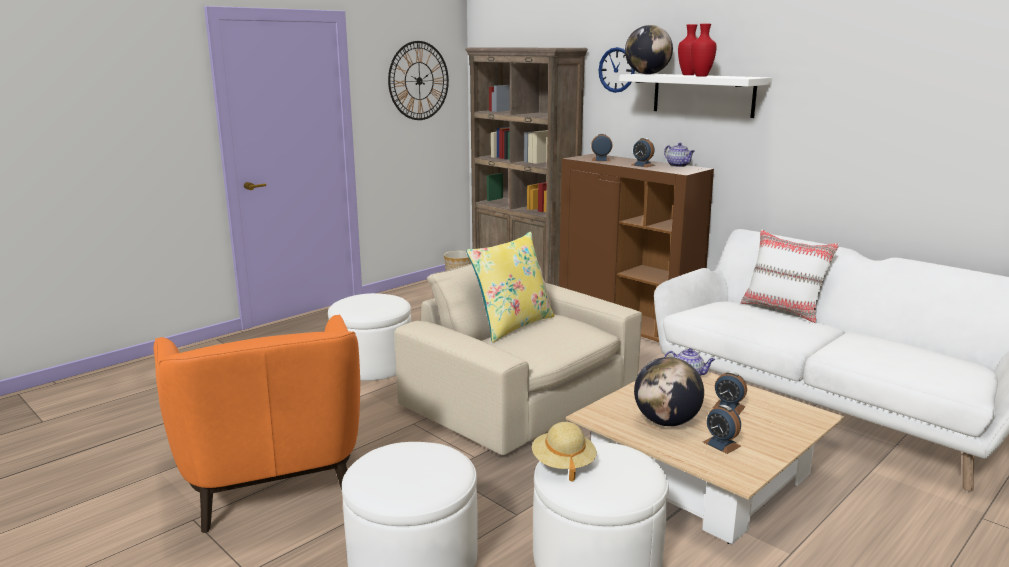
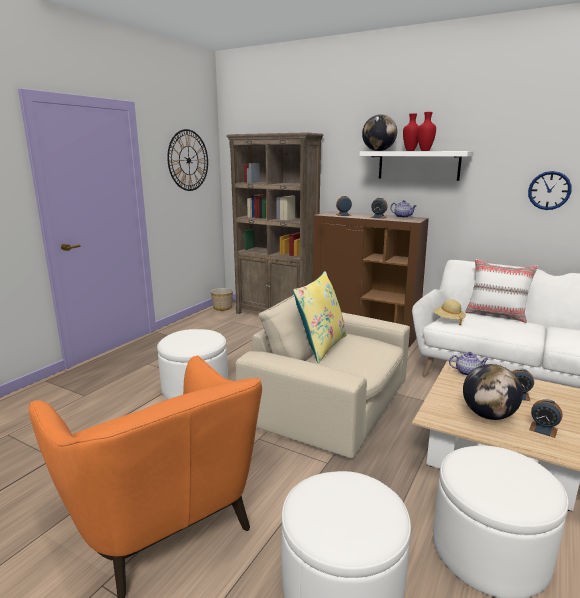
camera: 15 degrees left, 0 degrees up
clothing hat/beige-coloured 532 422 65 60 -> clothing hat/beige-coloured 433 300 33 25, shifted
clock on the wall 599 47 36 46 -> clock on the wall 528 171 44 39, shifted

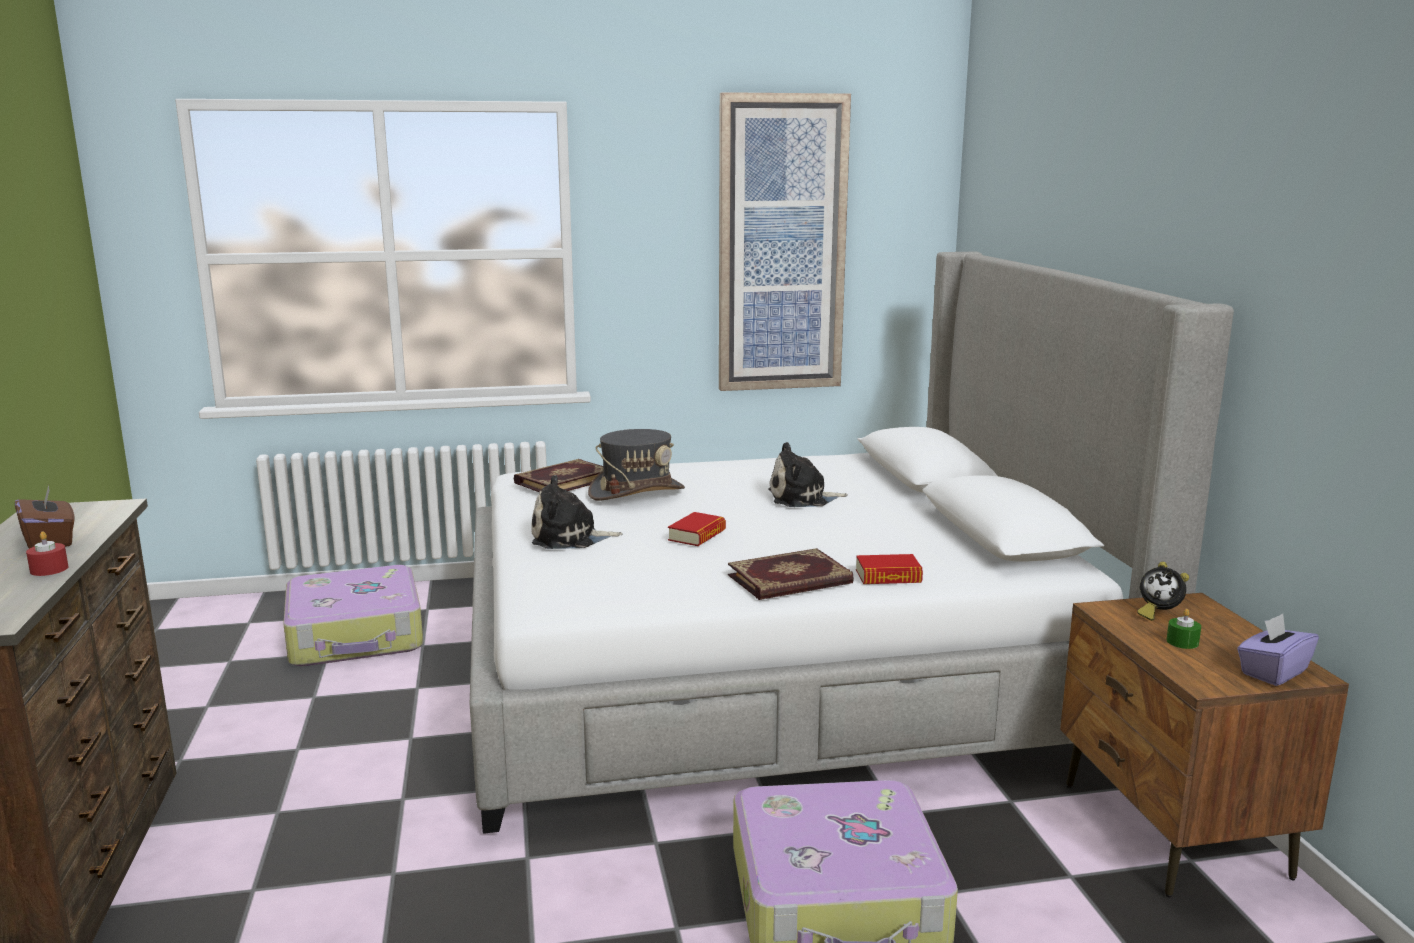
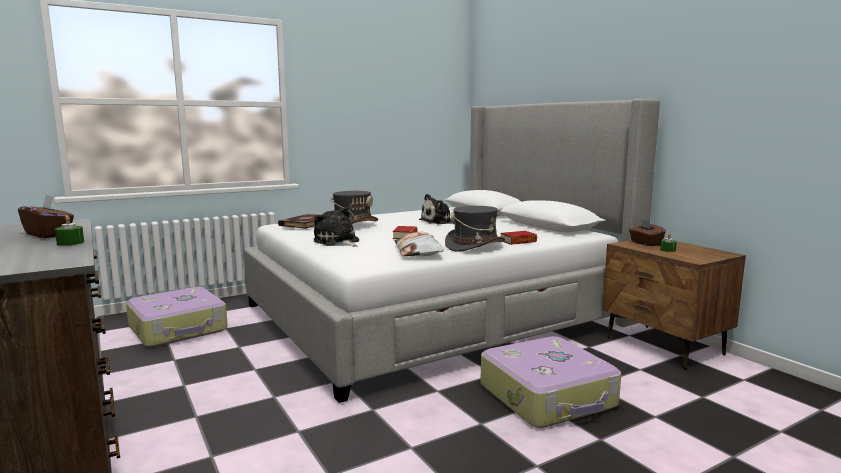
camera: 20 degrees left, 5 degrees down
wax candle/red-coloured 26 532 43 44 -> wax candle/green-coloured 55 215 29 31
plush toy 531 475 92 74 -> plush toy 314 207 45 40, 75 degrees clockwise
picture 719 92 132 299 -> none
volume 728 548 126 52 -> clothing hat/greyish 445 206 60 46
bedside clock 1137 562 52 59 -> tissue box/brown 629 219 37 27
tissue box/purplish 1237 614 82 72 -> none
none -> throw pillow 394 232 50 24

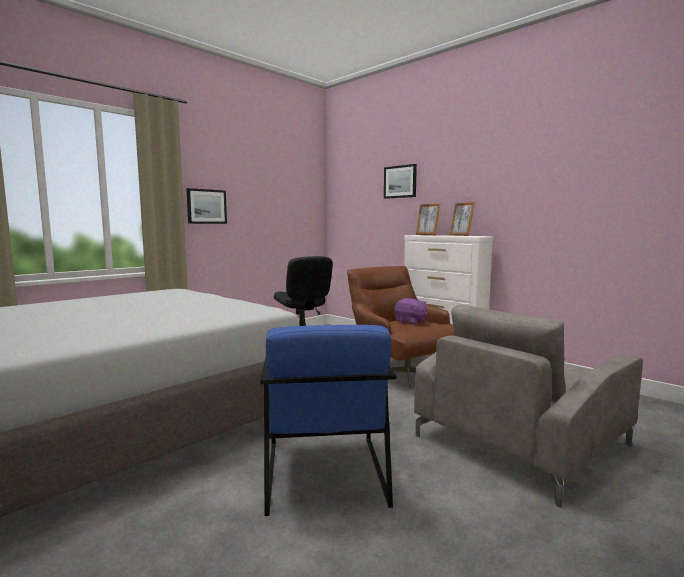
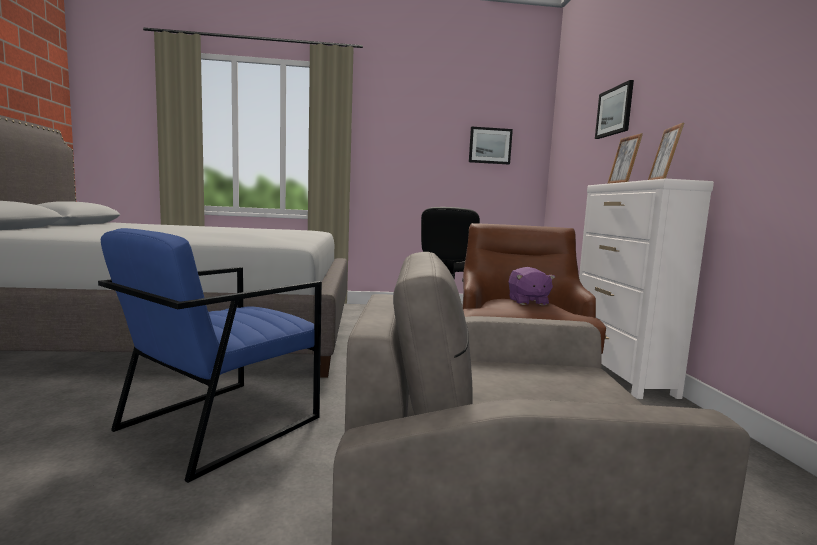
camera: 40 degrees right, 0 degrees up
picture 186 188 41 36 -> picture 469 127 44 38, shifted

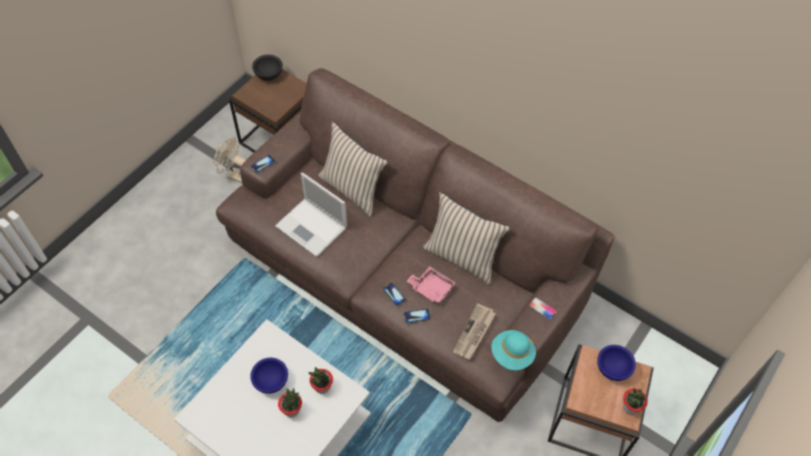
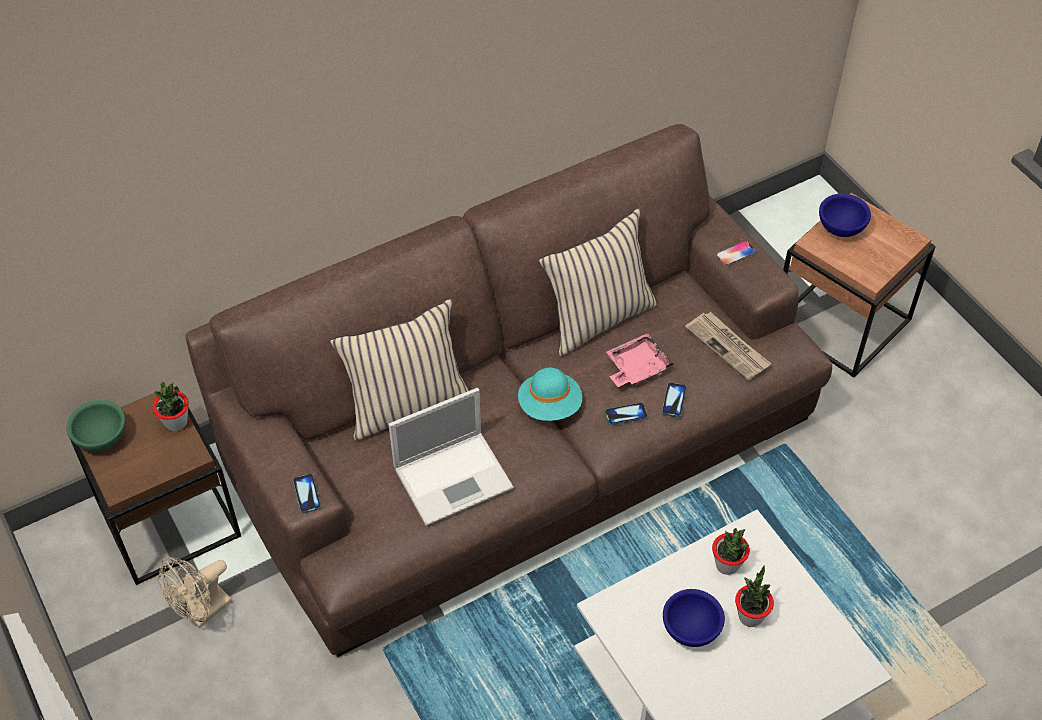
camera: 65 degrees left, 5 degrees down
serving bowl/black 252 54 31 27 -> serving bowl/green-coloured 67 400 59 51
clothing hat/turquoise-coloured 491 330 45 40 -> clothing hat/turquoise-coloured 518 368 64 53, shifted
plant in a pot 623 388 25 27 -> plant in a pot 153 382 36 49, shifted

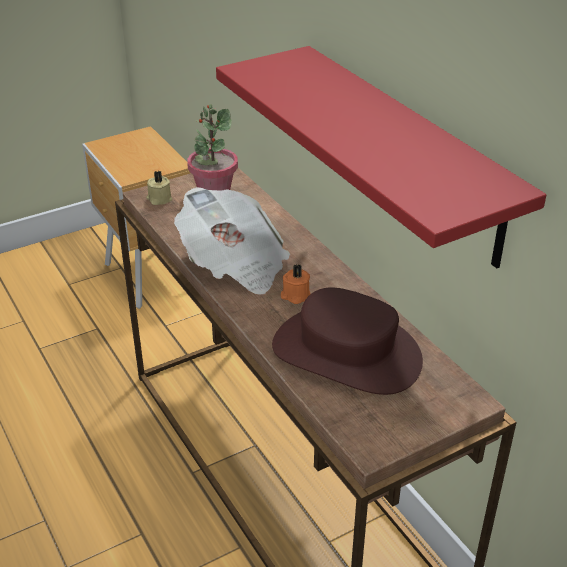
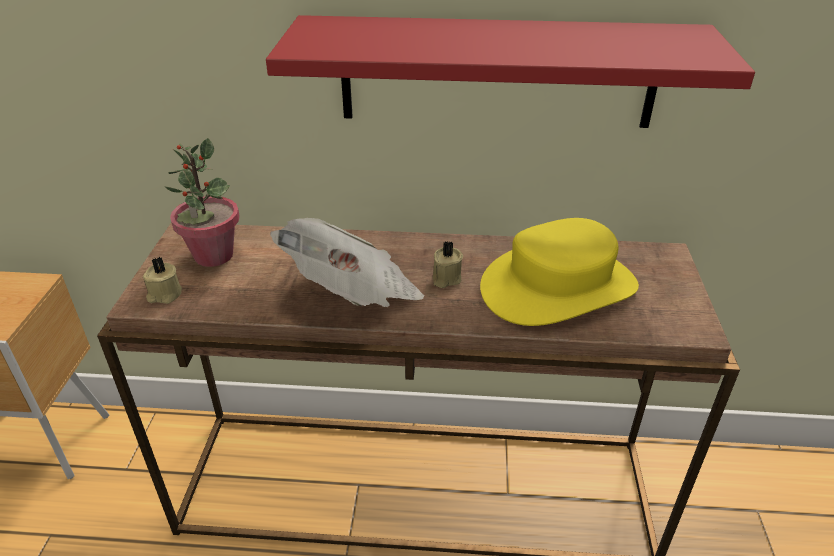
camera: 55 degrees left, 0 degrees up
clothing hat/brown 272 287 151 108 -> clothing hat/yellowish 480 218 159 108
wax candle/orange 281 264 29 40 -> wax candle/beige-coloured 433 241 30 47

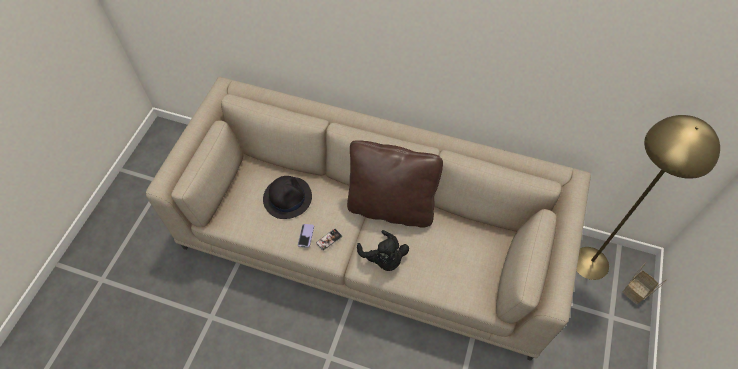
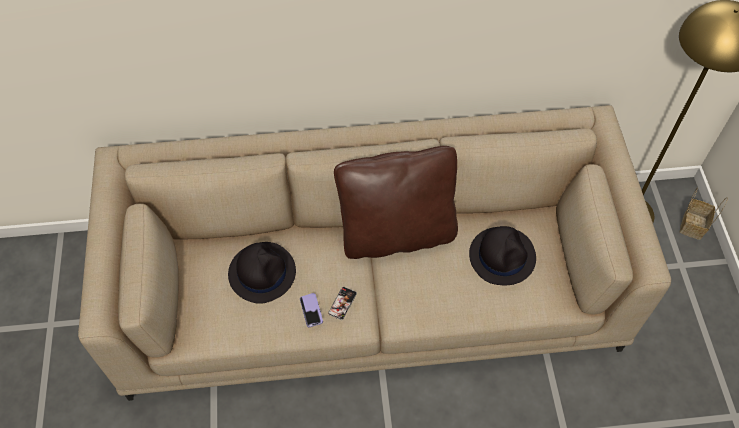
camera: 25 degrees left, 0 degrees up
plush toy/black 357 230 52 41 -> none
none -> clothing hat/black 469 226 67 59

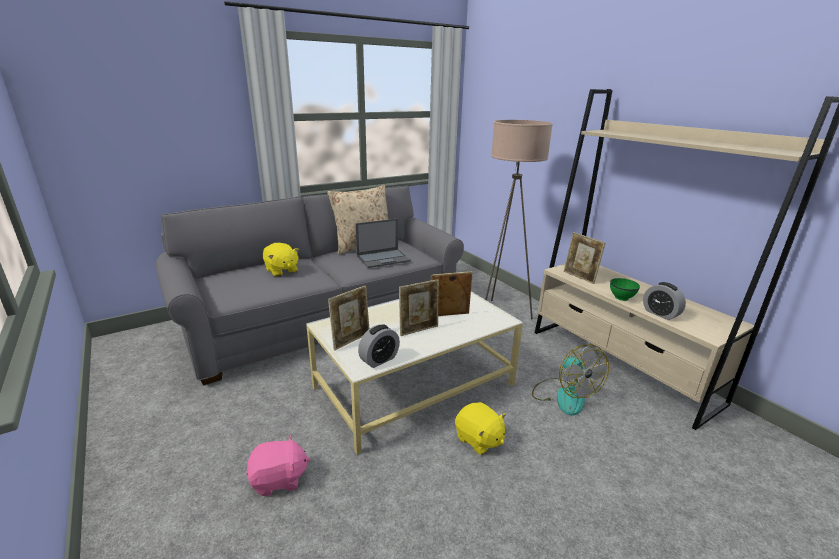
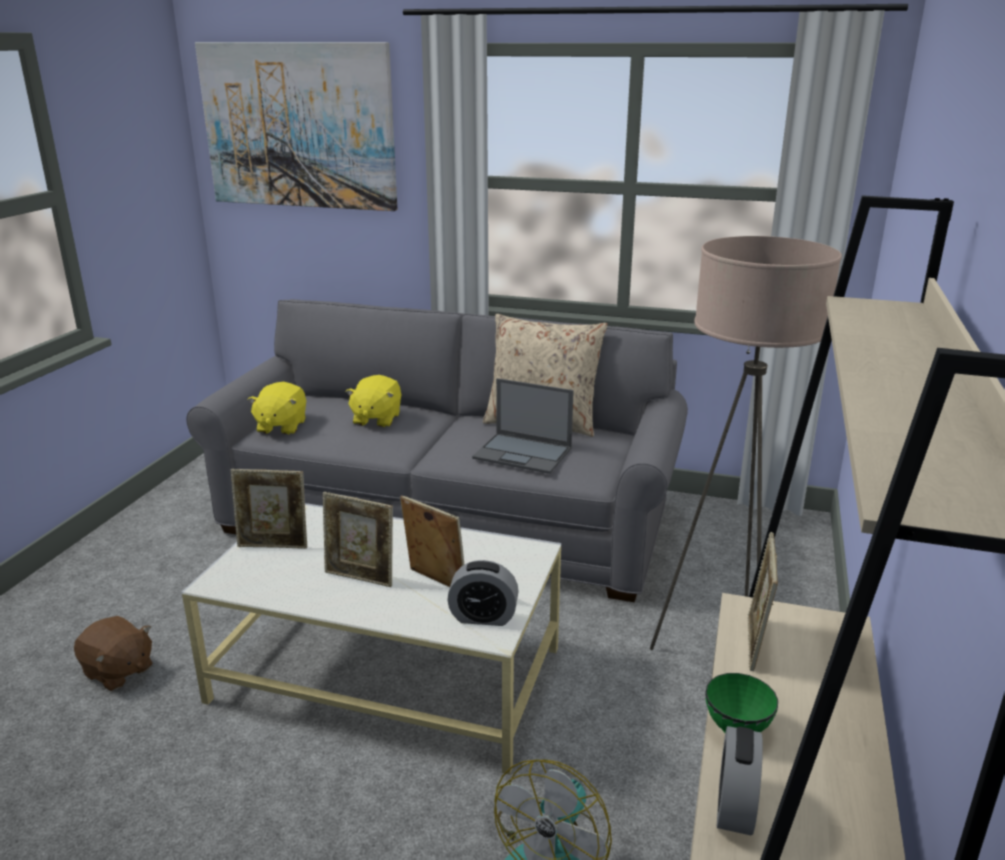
camera: 50 degrees right, 0 degrees up
plush toy/pink-coloured 246 435 64 61 -> plush toy/brown 74 616 79 75
bedside clock 358 324 42 44 -> bedside clock 447 560 72 66, shifted
plush toy/yellowish 455 402 51 53 -> plush toy/yellowish 247 382 59 53, shifted
none -> picture 195 42 202 169

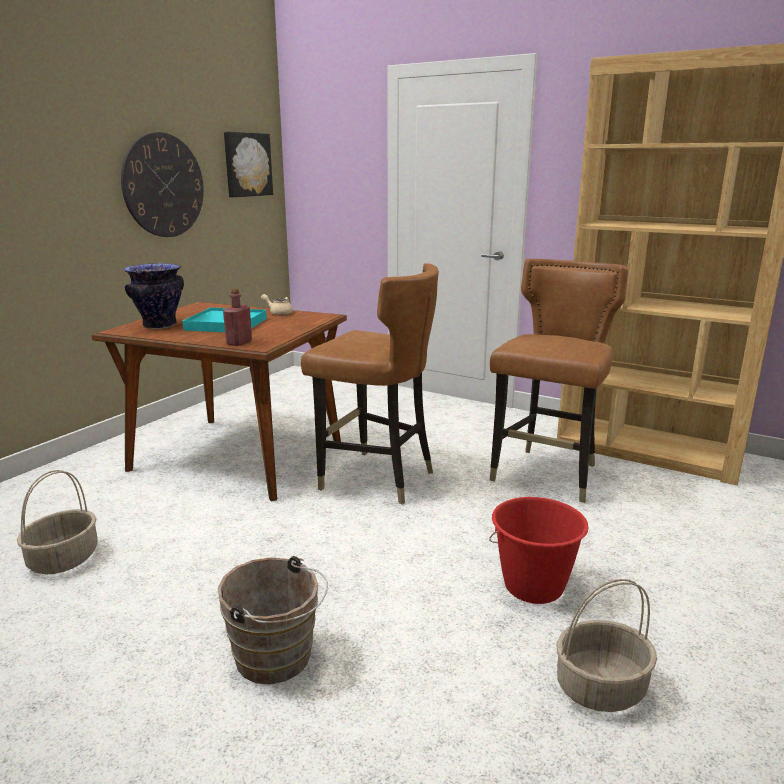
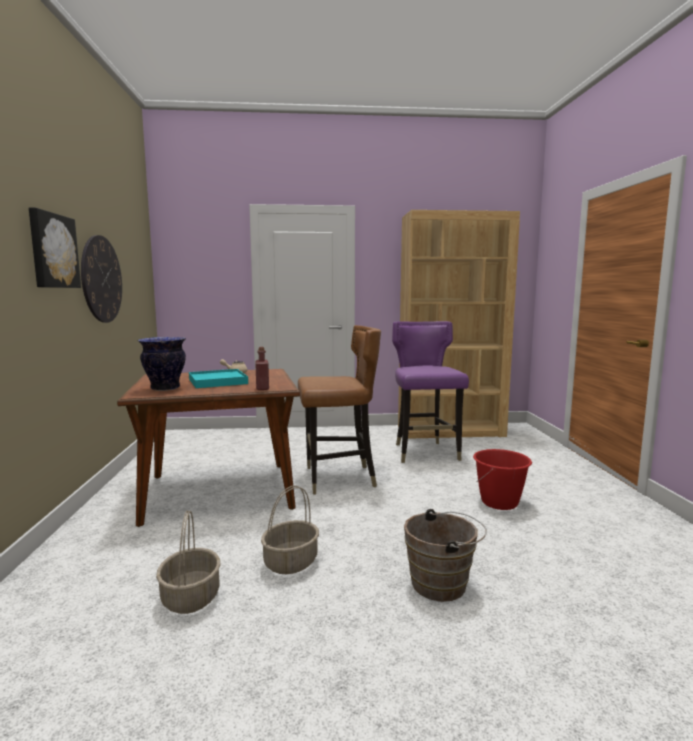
camera: 35 degrees left, 10 degrees down
picture 224 132 49 65 -> picture 29 208 52 80, shifted
plain chair/brown 490 259 138 244 -> plain chair/purplish 392 321 77 142
storage basket 557 579 100 133 -> storage basket 261 485 58 89, shifted

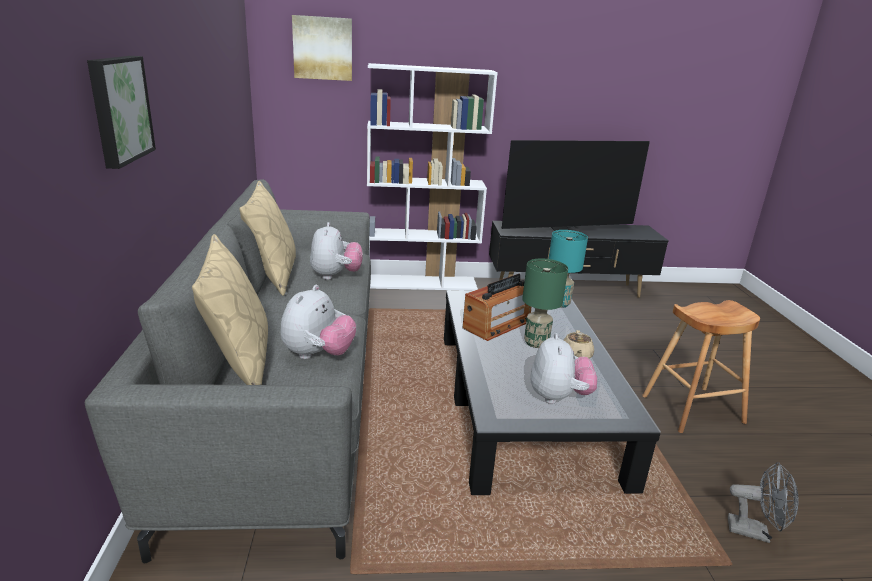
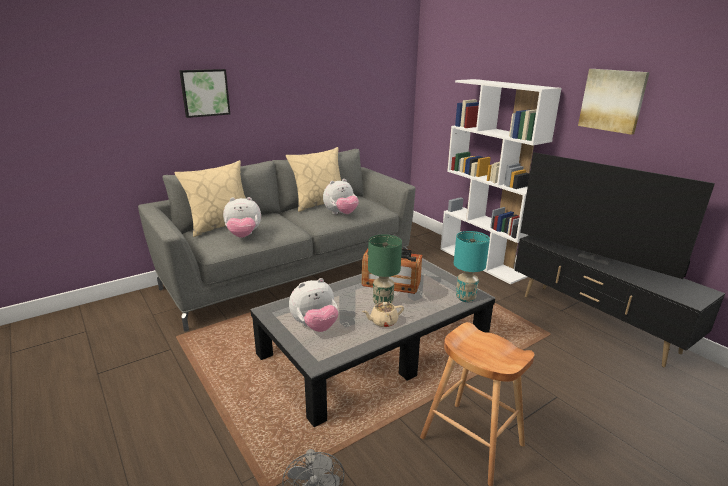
camera: 60 degrees right, 0 degrees up
picture 292 15 60 66 -> picture 578 69 72 66, shifted

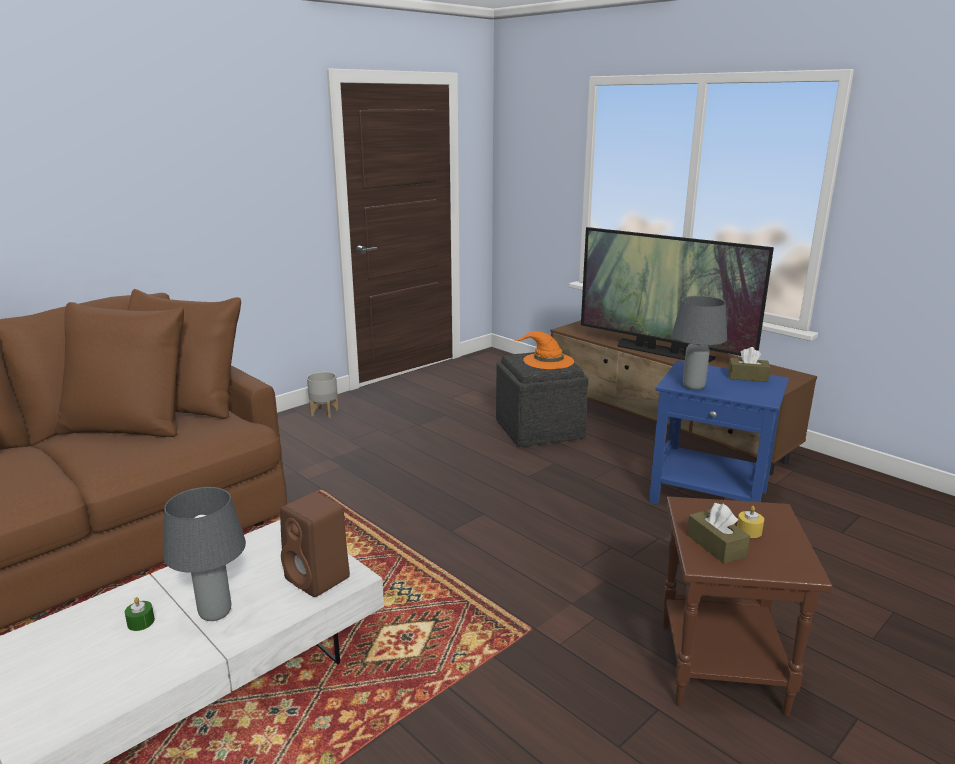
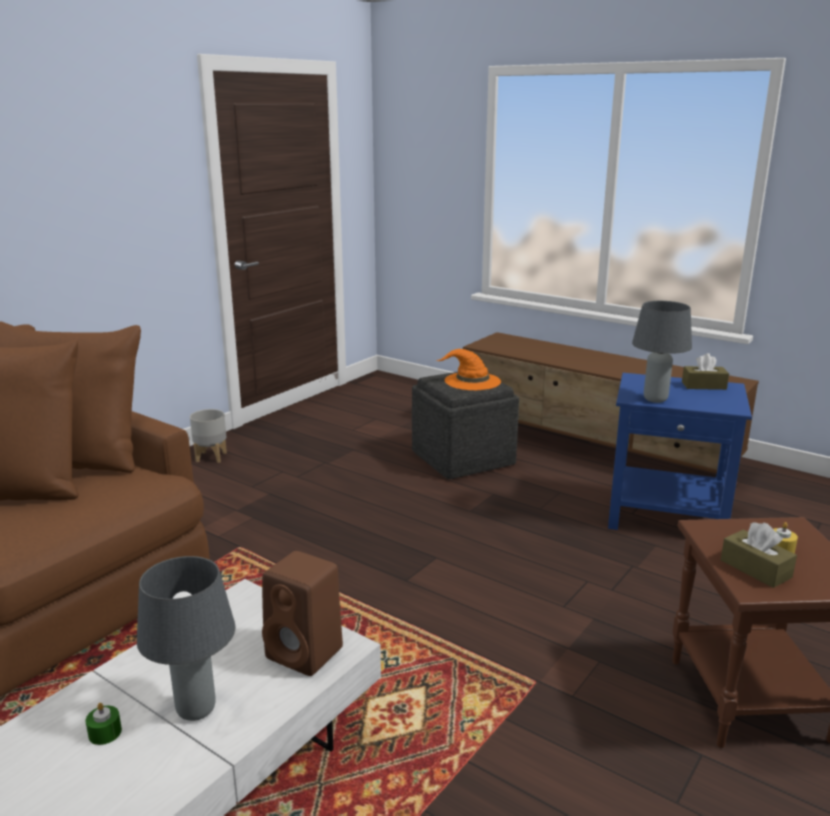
camera: 10 degrees left, 0 degrees up
TV 581 227 193 136 -> none

